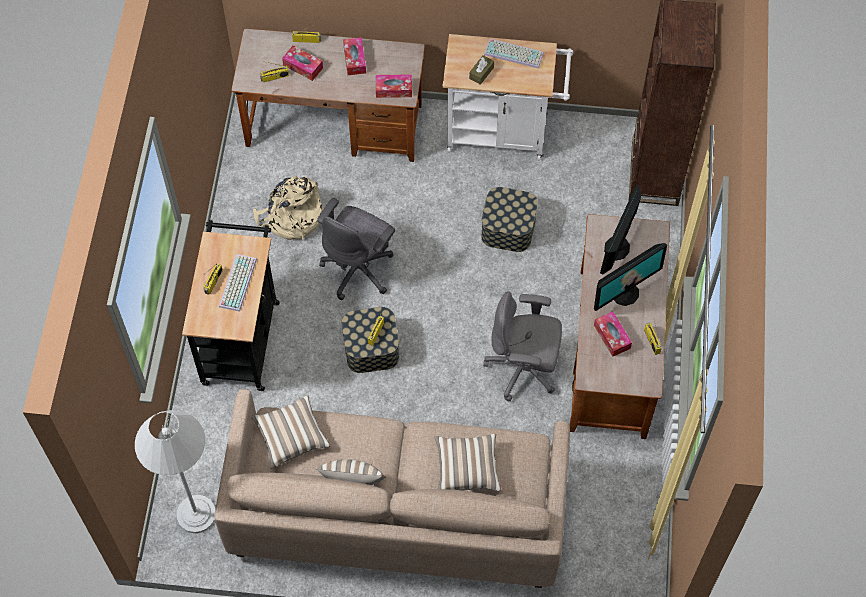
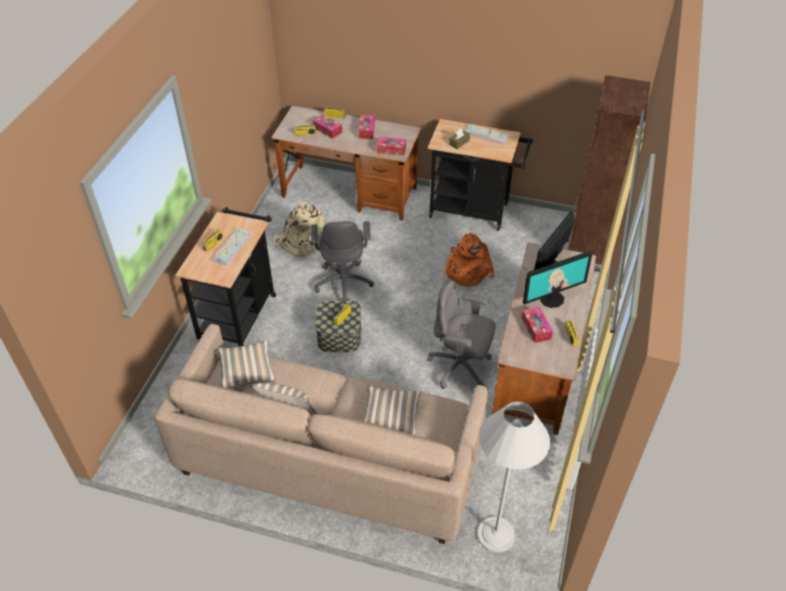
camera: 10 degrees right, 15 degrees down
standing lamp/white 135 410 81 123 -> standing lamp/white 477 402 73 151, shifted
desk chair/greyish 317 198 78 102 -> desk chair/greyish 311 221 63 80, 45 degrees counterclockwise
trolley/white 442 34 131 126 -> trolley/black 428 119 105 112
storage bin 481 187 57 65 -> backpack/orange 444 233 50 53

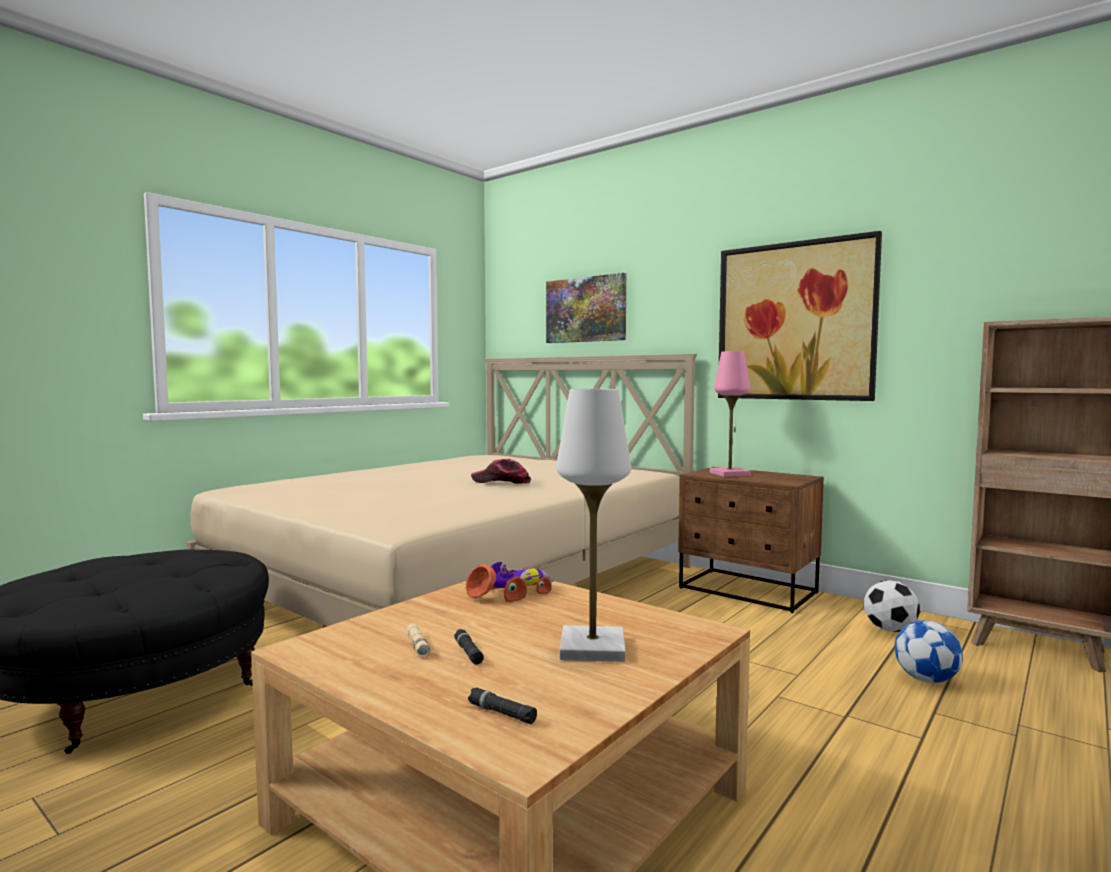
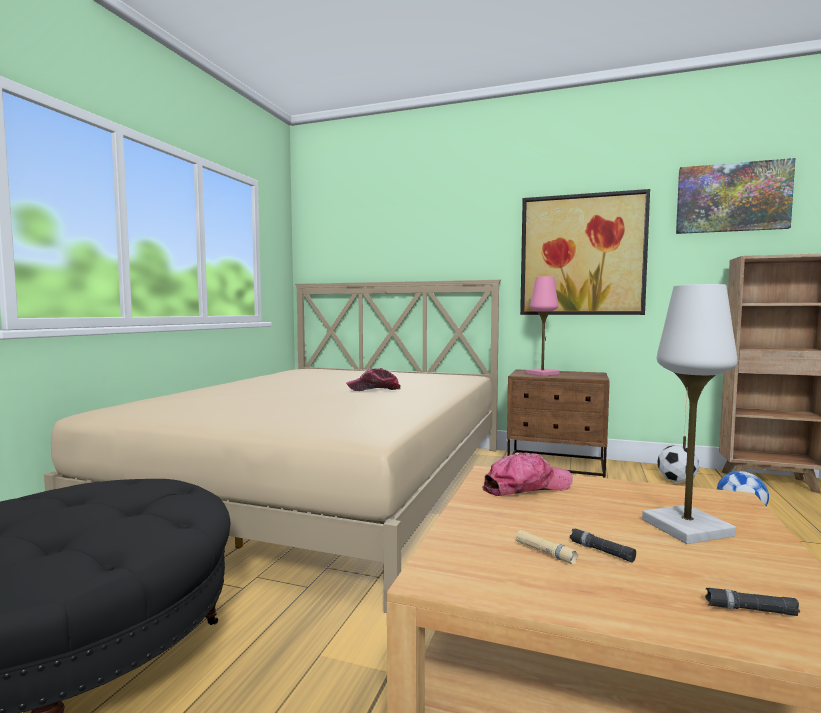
camera: 20 degrees left, 0 degrees up
model car 466 562 88 40 -> peaked cap 482 453 91 43
picture 546 273 80 70 -> picture 676 158 119 76, shifted

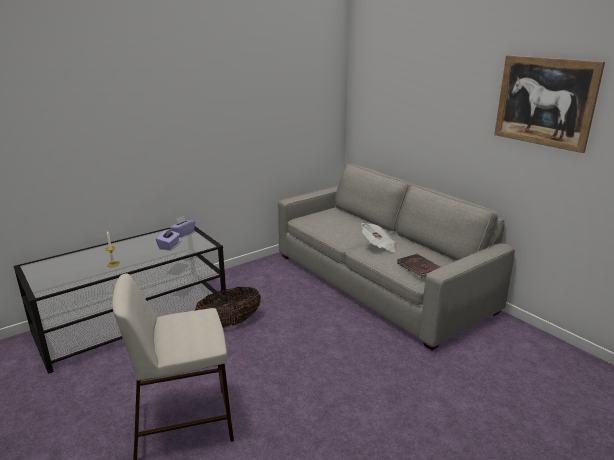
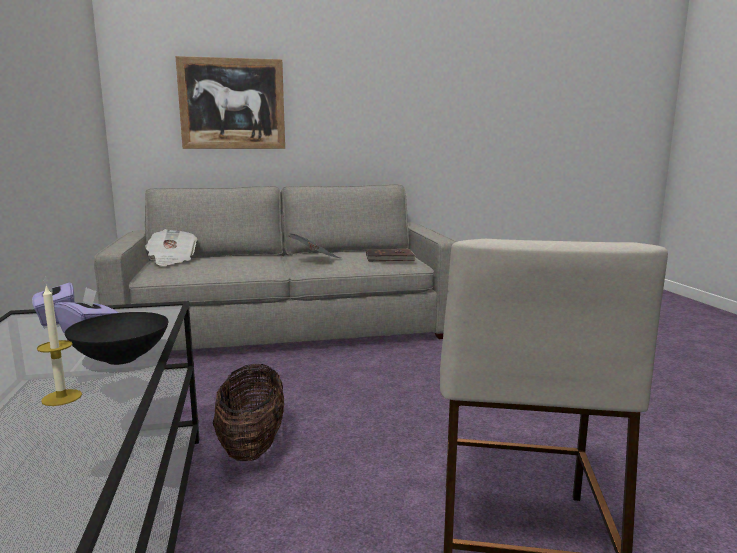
camera: 65 degrees left, 10 degrees down
picture 494 55 111 98 -> picture 175 56 110 93, shifted
none -> serving bowl/black 65 312 103 53
none -> newspaper 145 229 53 37

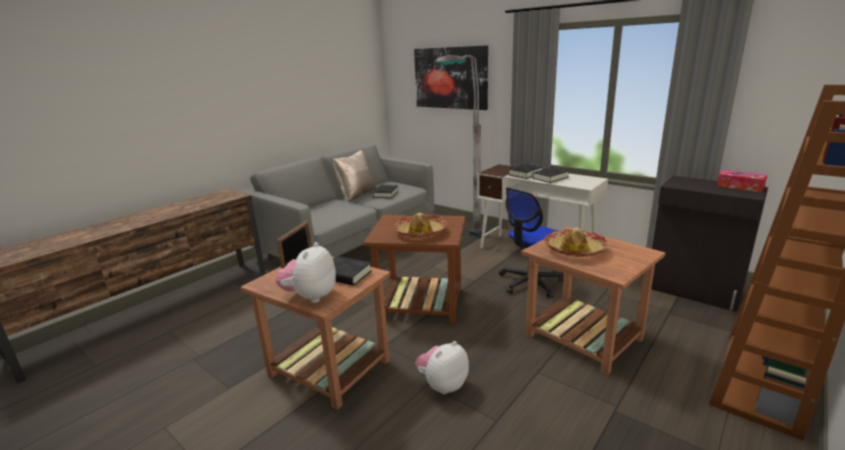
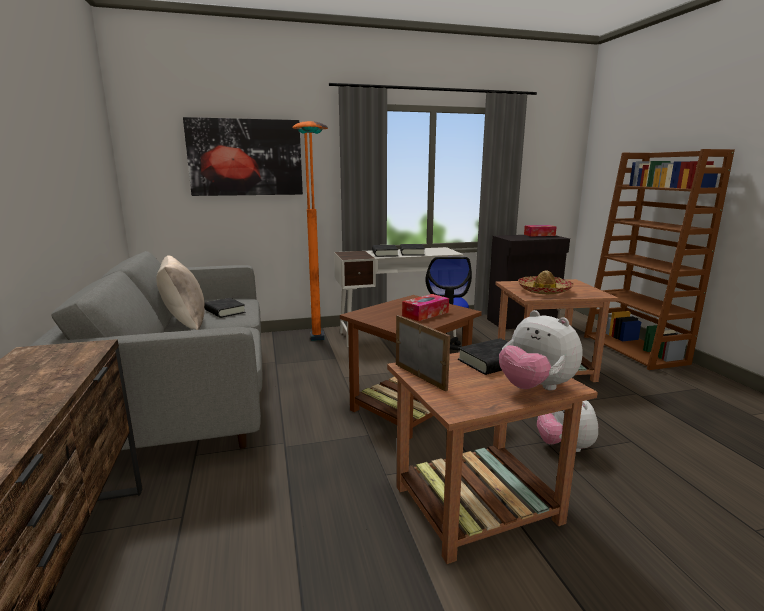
camera: 55 degrees left, 5 degrees down
clothing hat 394 213 53 25 -> tissue box 402 294 47 27
standing lamp/greyish 435 55 51 182 -> standing lamp/orange 292 121 36 220

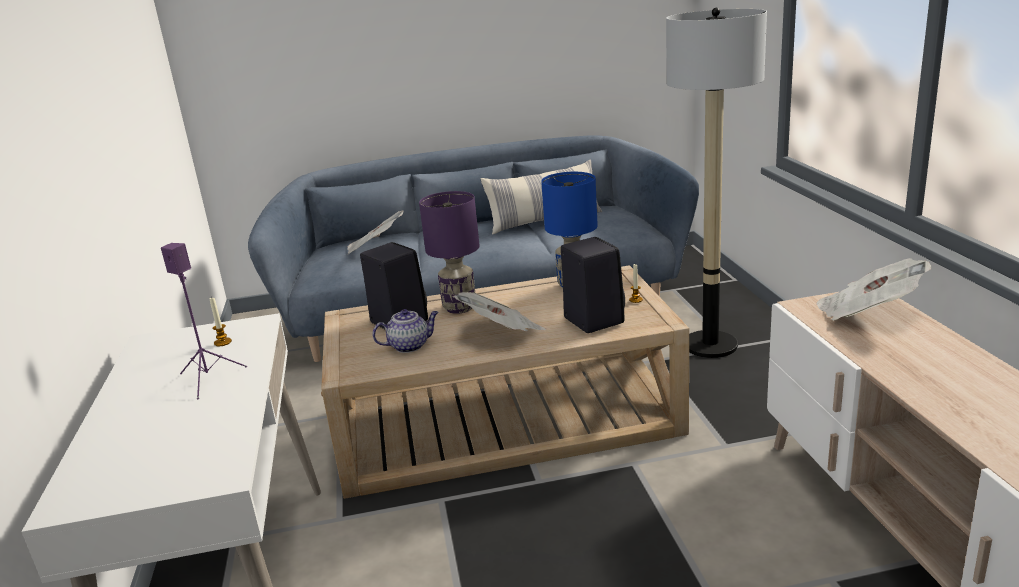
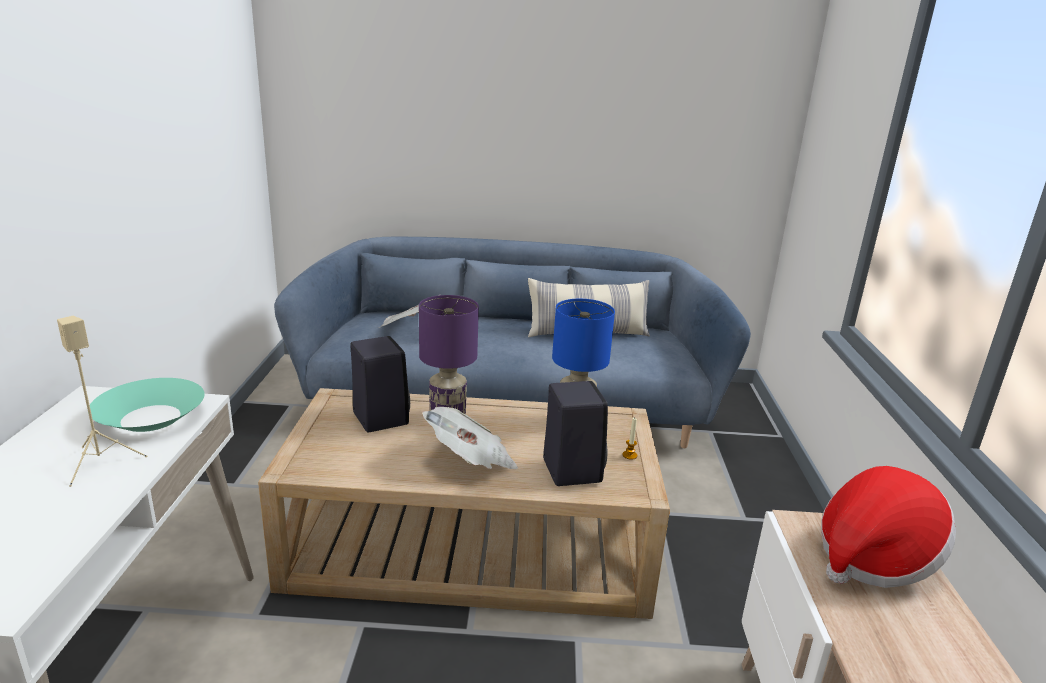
camera: 10 degrees right, 0 degrees up
speaker/purplish 161 243 86 157 -> speaker/beige-coloured 57 316 90 171
wax candle 209 296 23 50 -> serving bowl/turquoise-coloured 90 378 115 54
teapot 372 309 67 44 -> none
standing lamp 666 8 101 350 -> none
newspaper 816 258 115 63 -> clothing hat 821 466 135 122

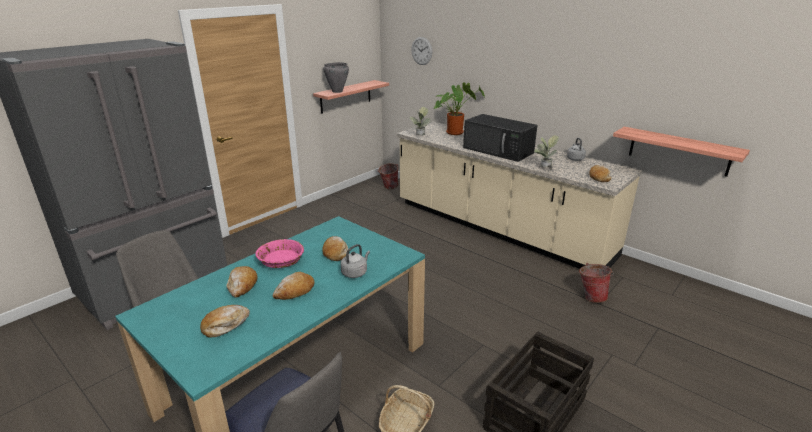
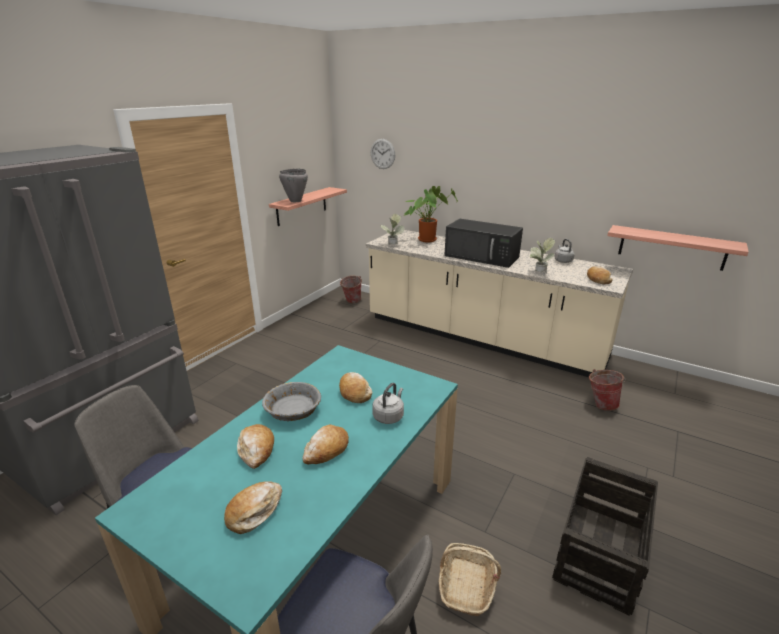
camera: 10 degrees left, 0 degrees up
serving bowl/pink-coloured 255 239 49 29 -> serving bowl/greyish 262 382 59 39

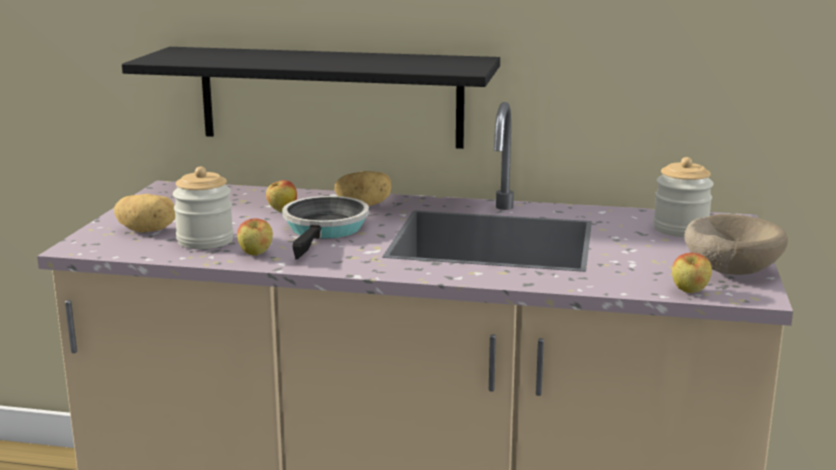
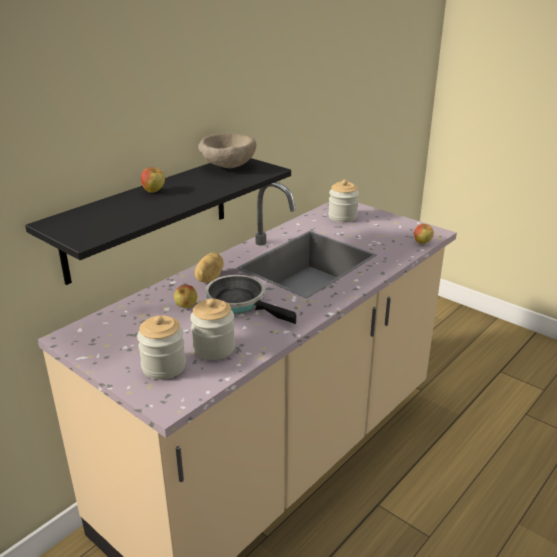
camera: 60 degrees left, 10 degrees up
potato 114 194 61 39 -> preserve jar 137 315 49 65
whole apple 237 218 36 37 -> whole apple 141 167 24 26, shifted
serving bowl/beige-coloured 684 214 104 61 -> serving bowl/beige-coloured 198 133 58 35, shifted

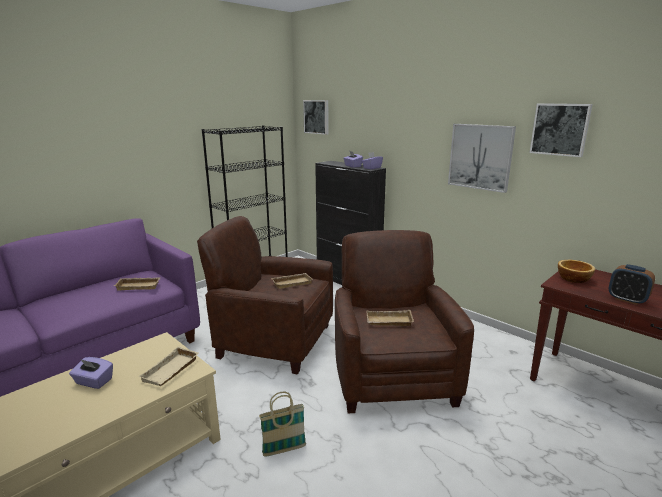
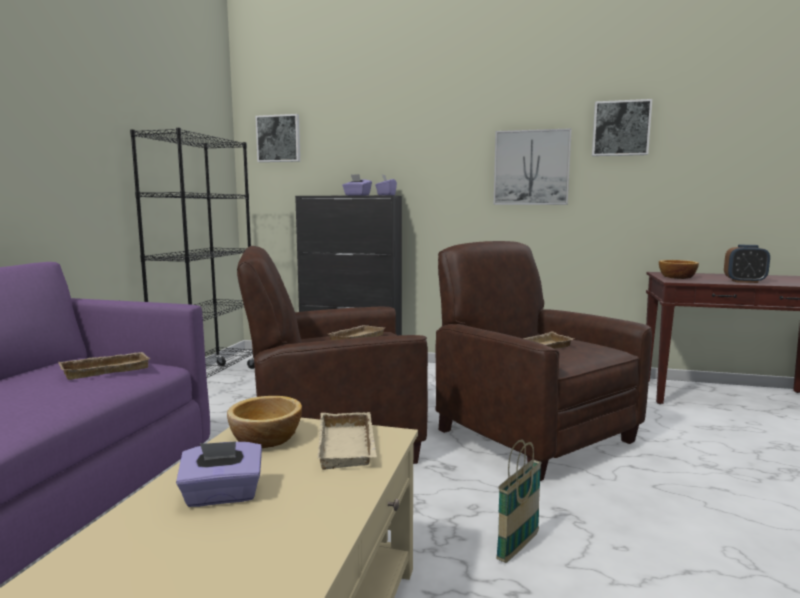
camera: 30 degrees left, 10 degrees down
none -> serving bowl 227 396 75 52

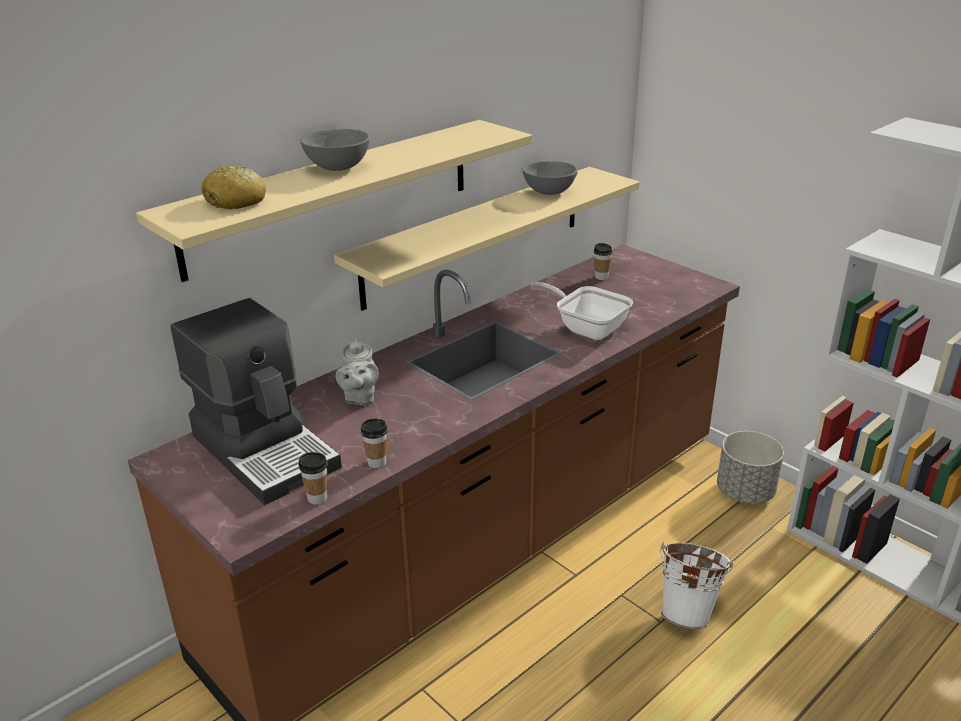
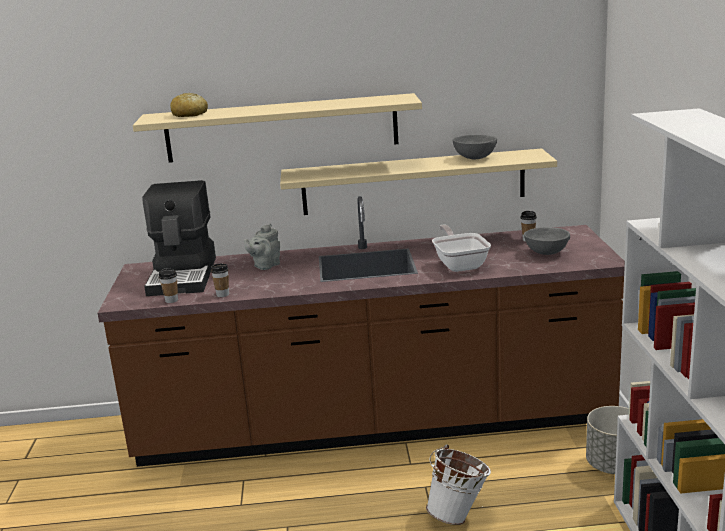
camera: 40 degrees right, 10 degrees down
serving bowl/greyish 300 129 70 42 -> serving bowl/greyish 524 227 46 28, shifted

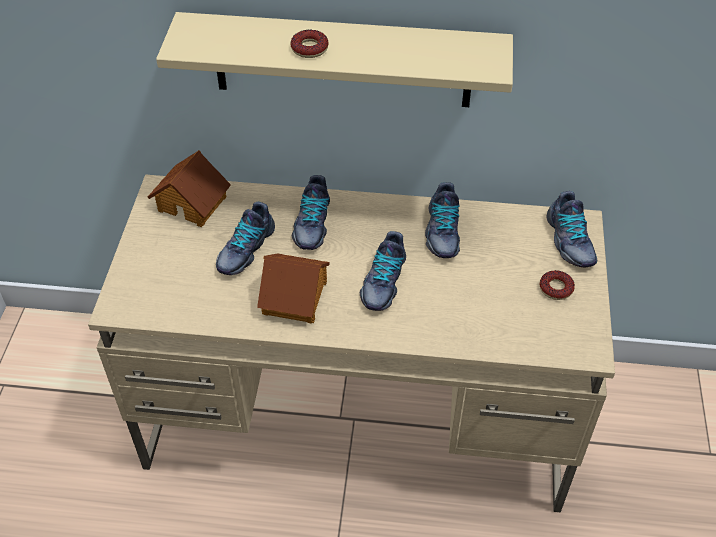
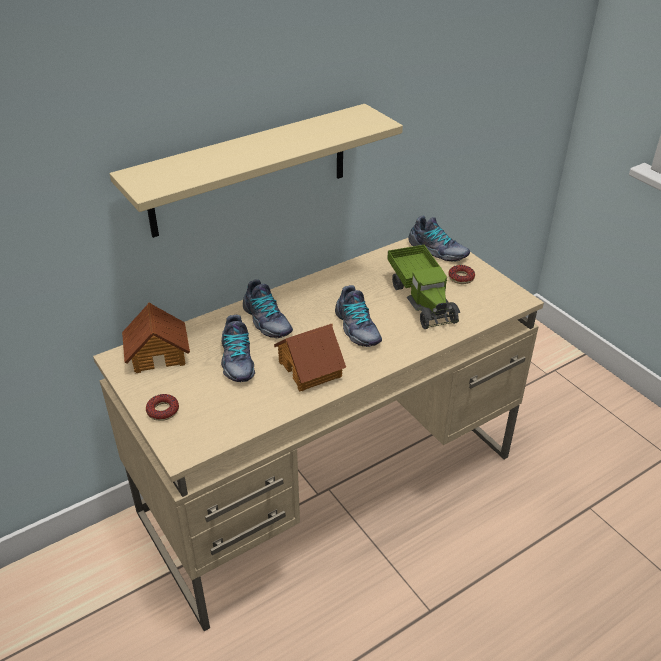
camera: 40 degrees left, 10 degrees down
donut 291 30 37 28 -> donut 146 394 33 27, shifted
shoe 425 182 35 76 -> none
none -> model truck 387 245 73 84

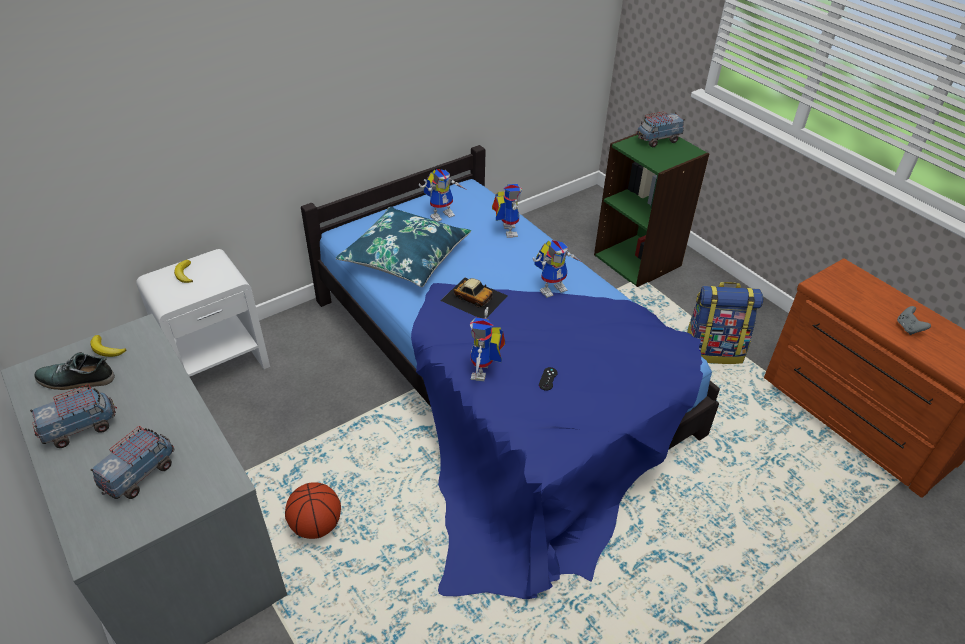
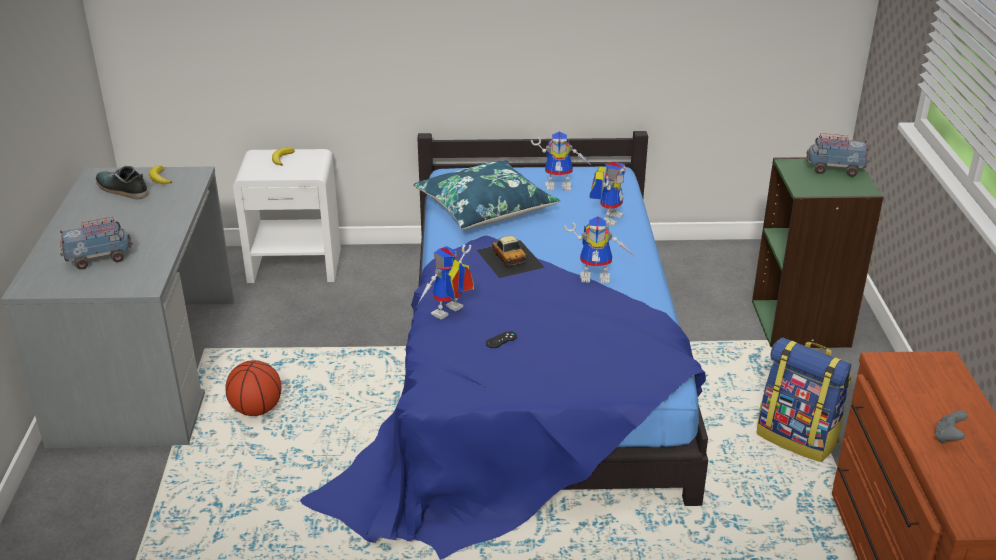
camera: 35 degrees right, 10 degrees down
model truck 30 384 87 64 -> none

